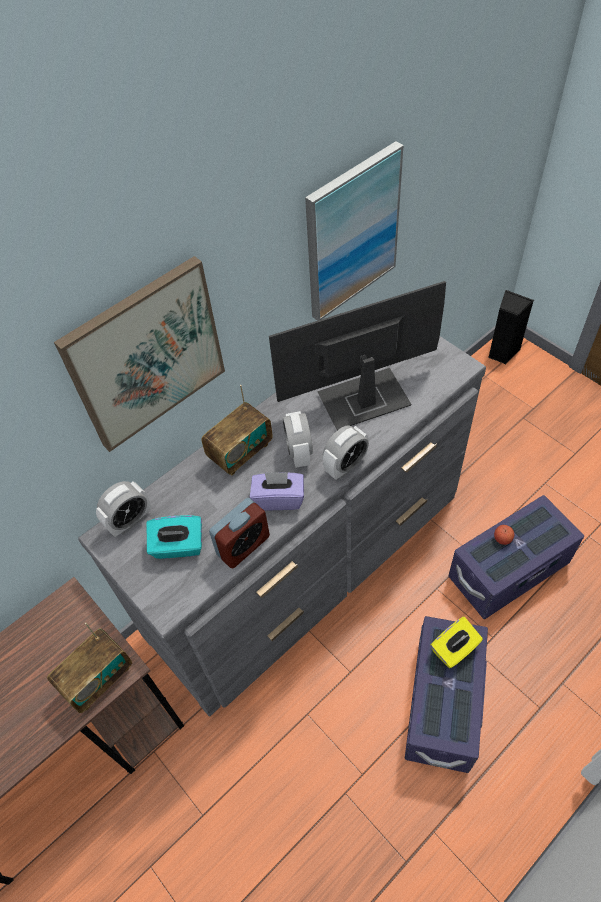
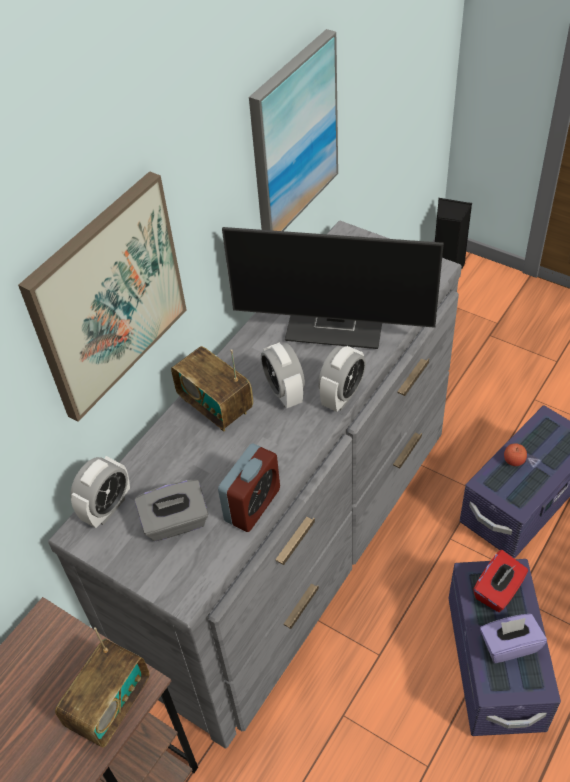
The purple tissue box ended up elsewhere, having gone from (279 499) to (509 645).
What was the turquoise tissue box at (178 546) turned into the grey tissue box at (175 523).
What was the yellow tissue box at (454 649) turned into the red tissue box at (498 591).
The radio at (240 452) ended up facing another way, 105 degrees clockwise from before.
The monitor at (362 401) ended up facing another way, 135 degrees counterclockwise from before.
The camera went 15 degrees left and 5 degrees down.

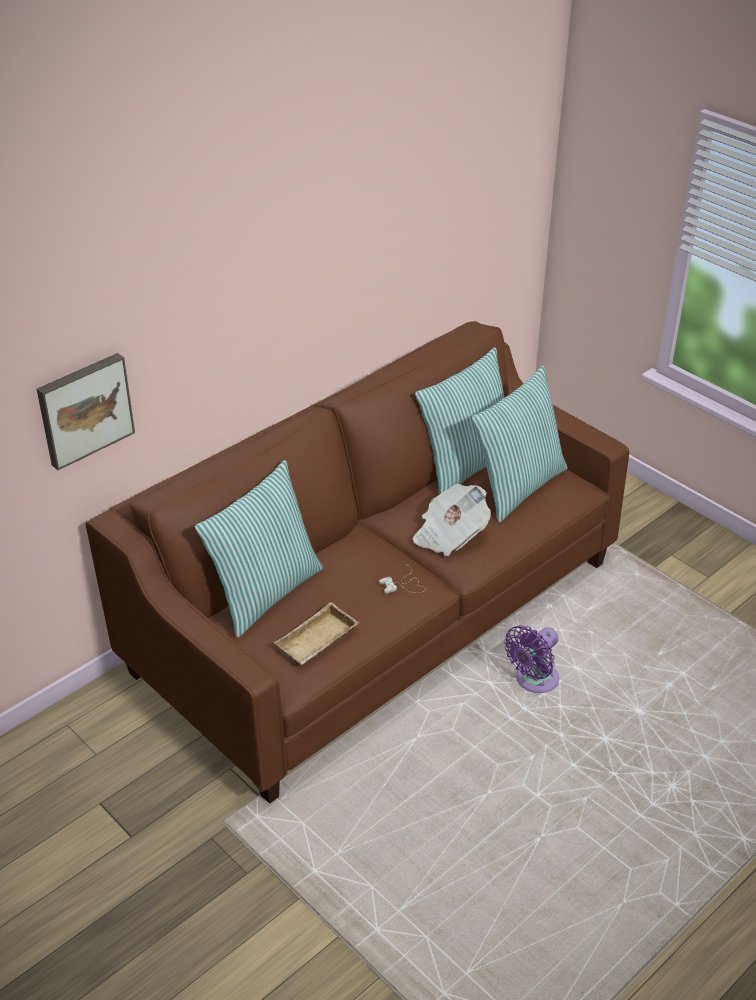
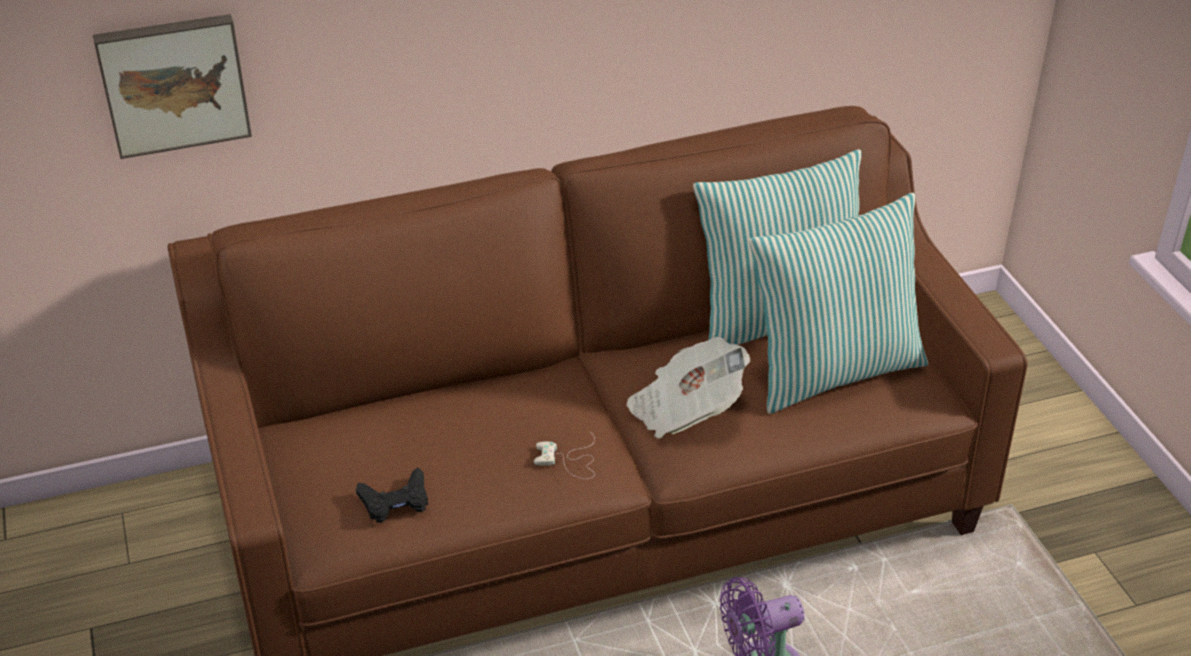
The second view lost the pillow at (265 592).
Where the beige tray stood at (317 642), the black game controller came to stand at (395 501).
The camera went 25 degrees right and 0 degrees up.

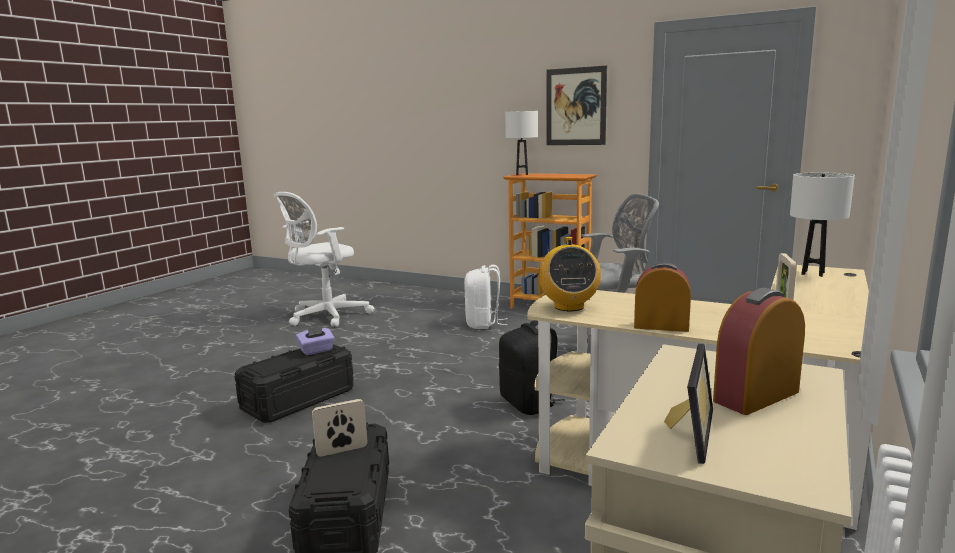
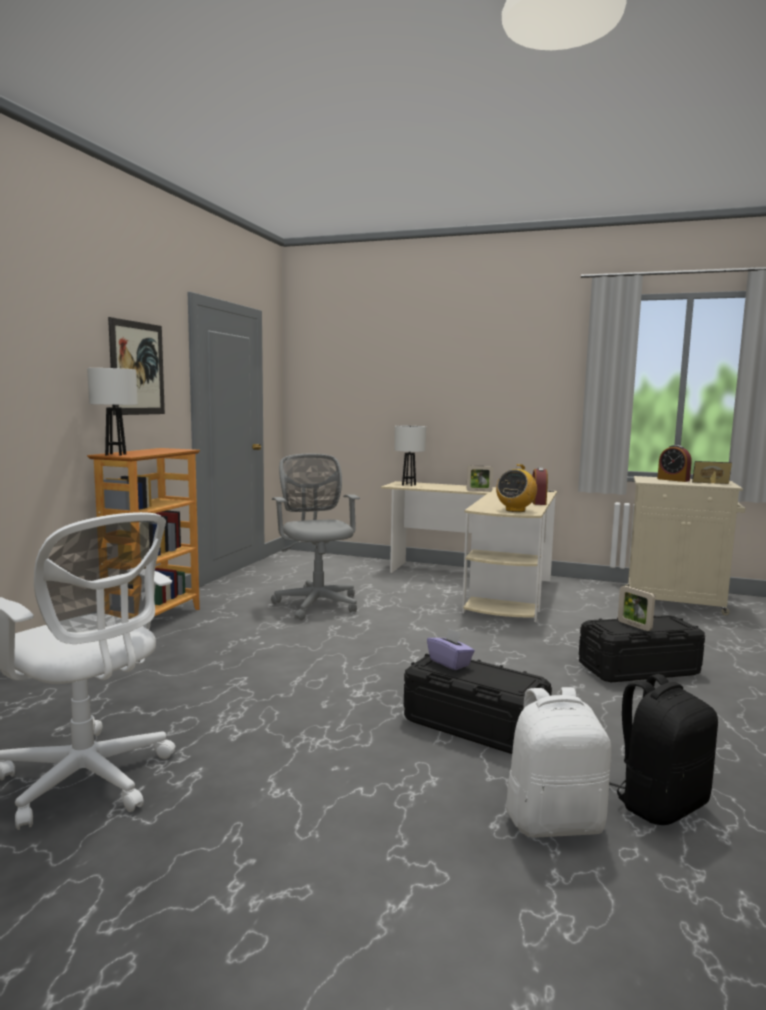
The white backpack ended up elsewhere, having gone from (483 324) to (554 821).
The black backpack ended up elsewhere, having gone from (529 404) to (659 803).
The radio at (568 306) ended up facing another way, 135 degrees clockwise from before.
The camera went 100 degrees left and 5 degrees down.

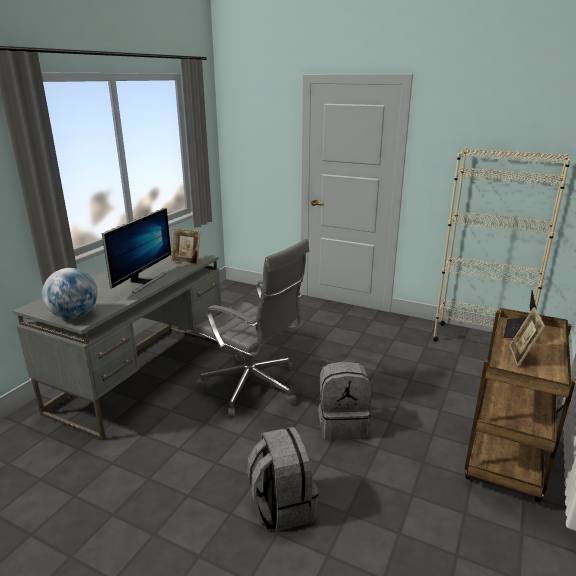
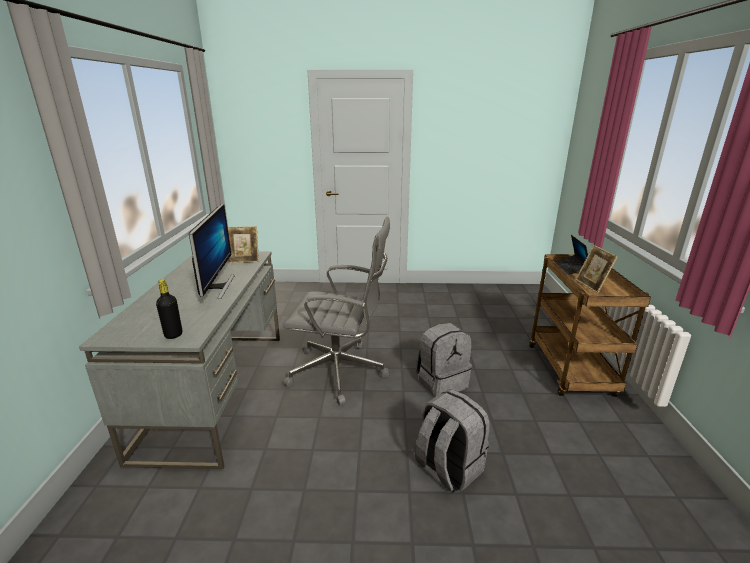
The second view lost the beige bookcase at (480 341).
Where the globe stood at (74 316), the black bottle came to stand at (173 335).
The camera went 25 degrees left and 0 degrees up.

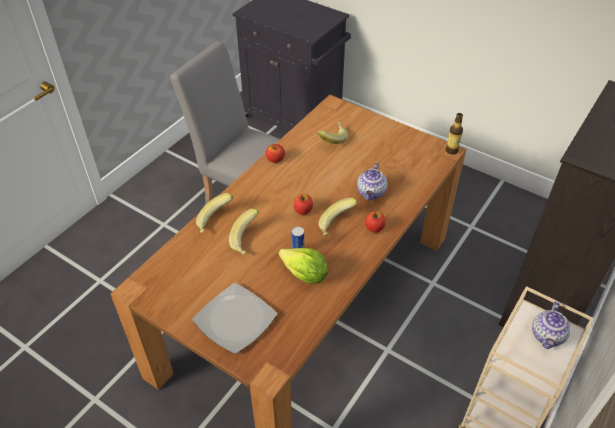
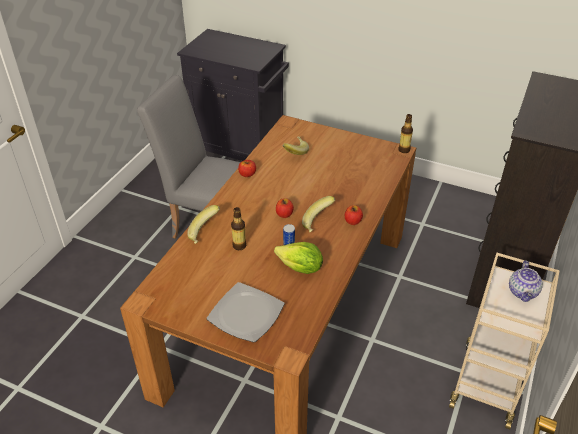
The second view lost the teapot at (371 193).
Where the banana stood at (247 240), the bottle came to stand at (239 246).
The camera went 10 degrees left and 5 degrees down.

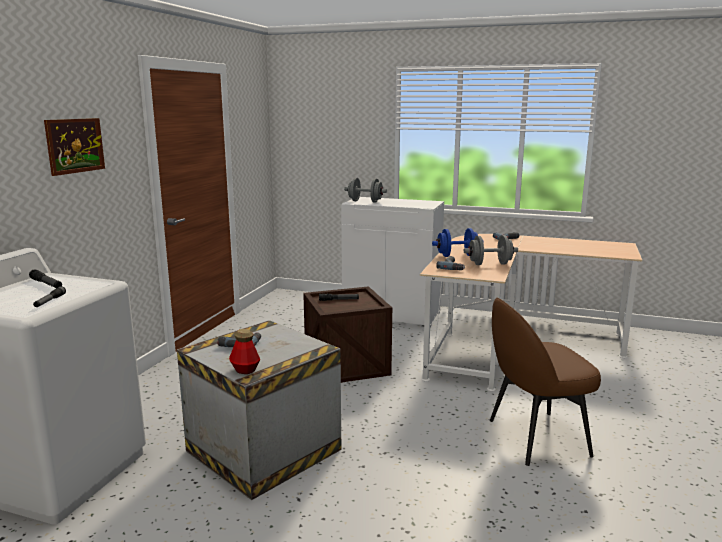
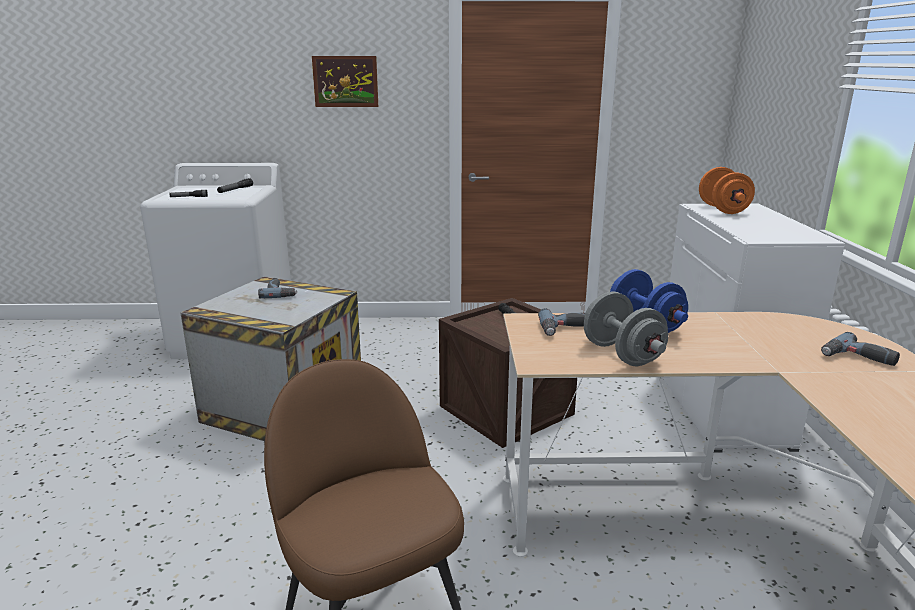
The second view lost the bottle at (245 370).
What was the grey dumbbell at (365 201) turned into the orange dumbbell at (723 209).
The camera went 70 degrees right and 5 degrees up.

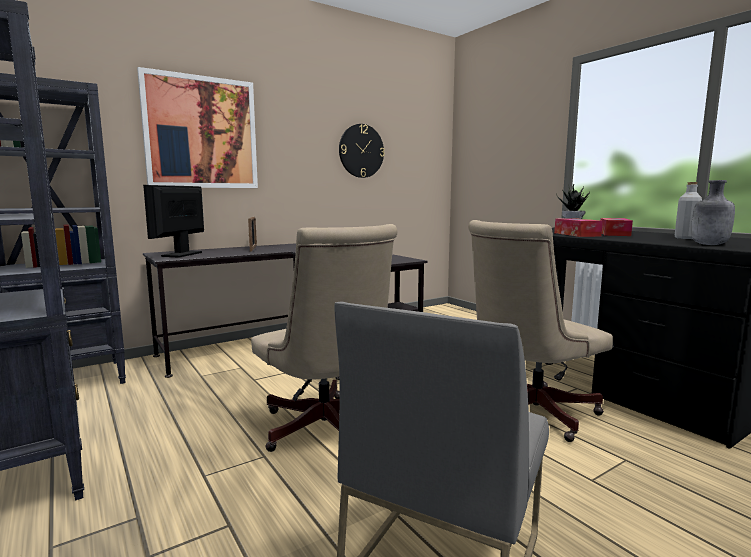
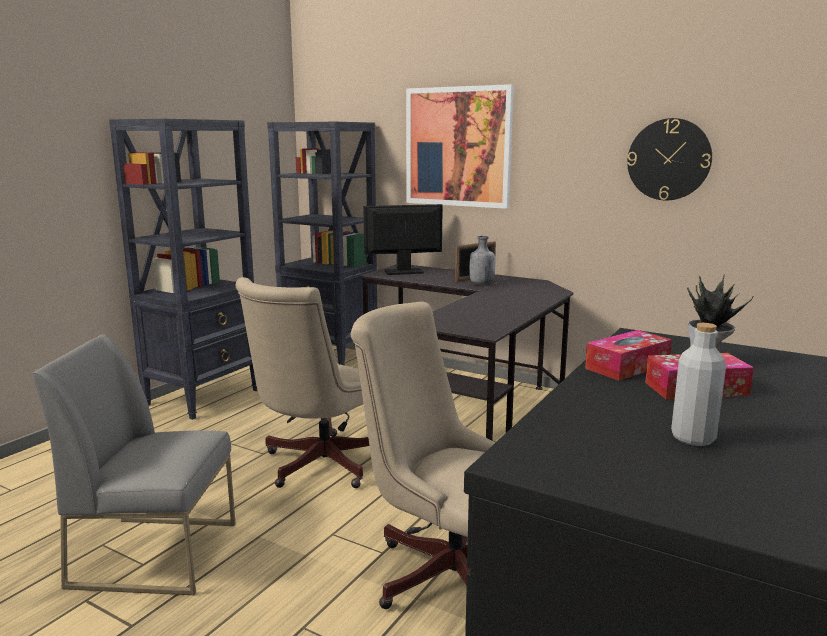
The grey bottle ended up elsewhere, having gone from (708 244) to (481 284).
The camera went 65 degrees right and 5 degrees up.

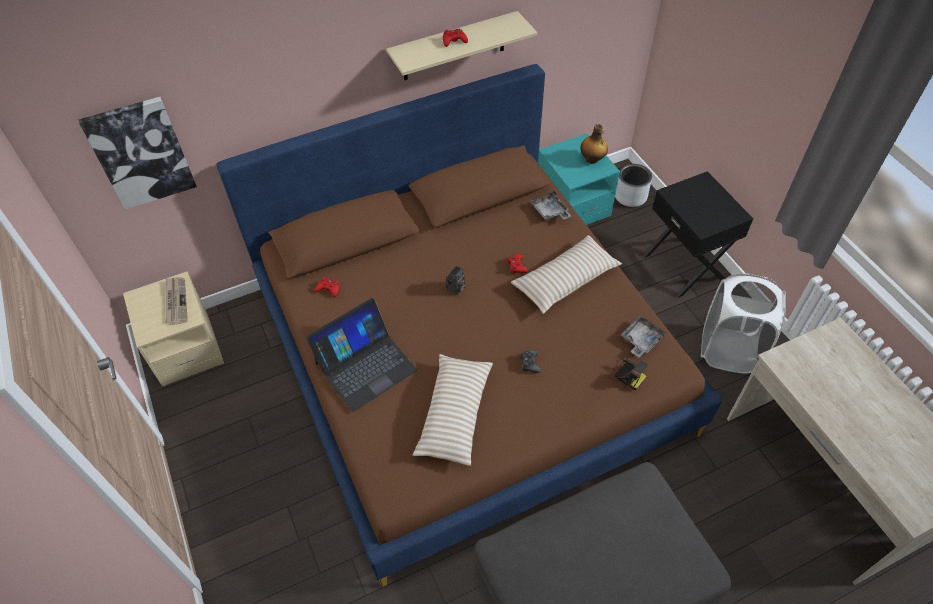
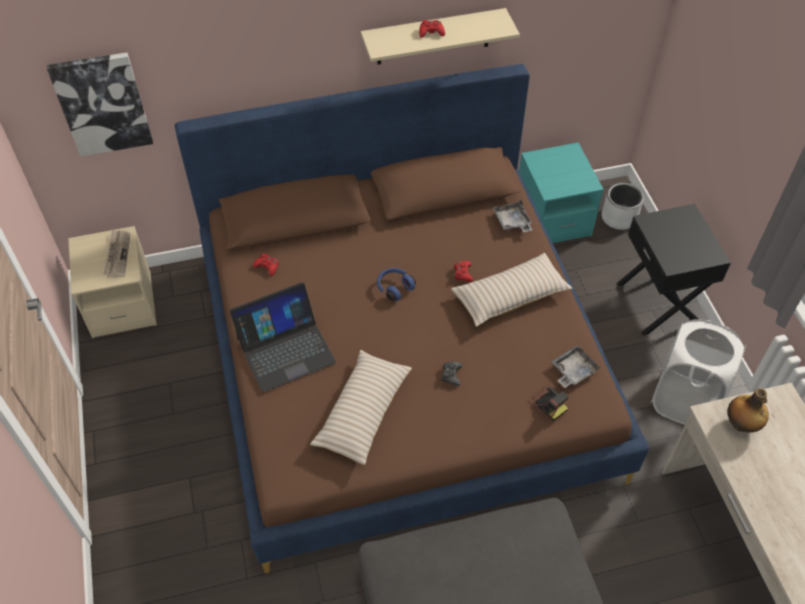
The bottle ended up elsewhere, having gone from (592 160) to (741 424).
Where the photo camera stood at (456 289), the blue headphones came to stand at (394 287).
The camera went 10 degrees right and 0 degrees up.

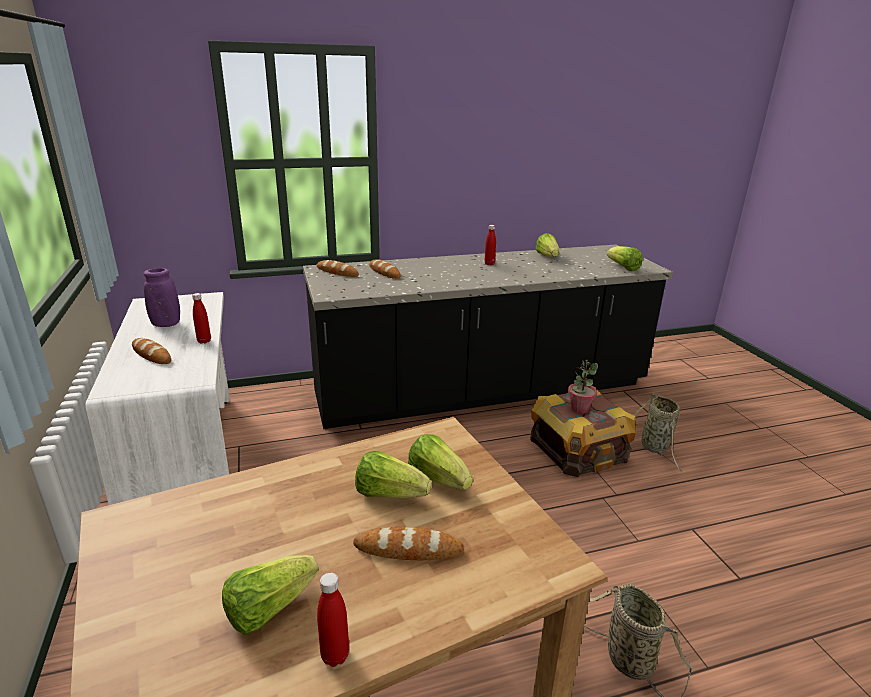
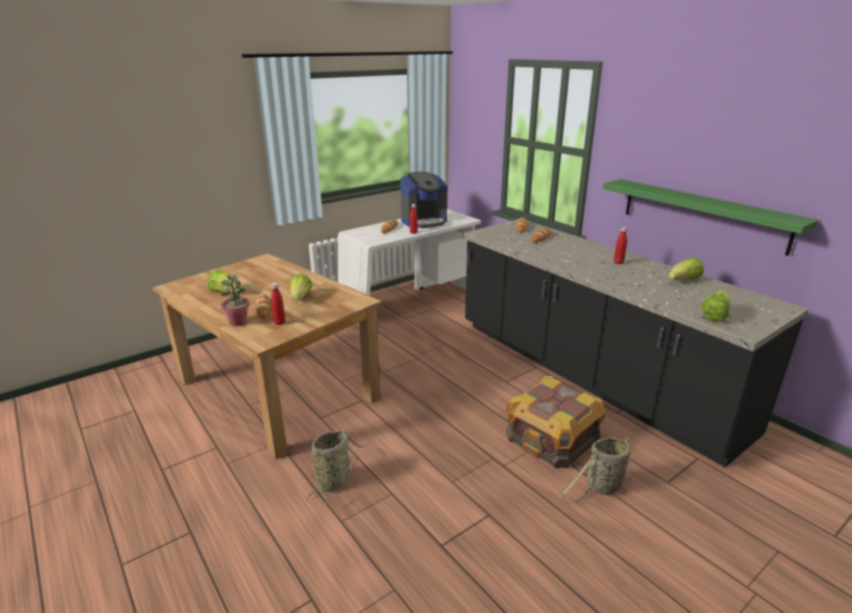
The second view lost the lettuce at (438 479).
The second view gained the green shelf at (702 214).
The red bottle ended up elsewhere, having gone from (335 656) to (279 323).
The potted plant ended up elsewhere, having gone from (579 409) to (238 322).
Where the purple vase stood at (166 324), the coffee machine came to stand at (424 221).
The camera went 70 degrees right and 0 degrees up.

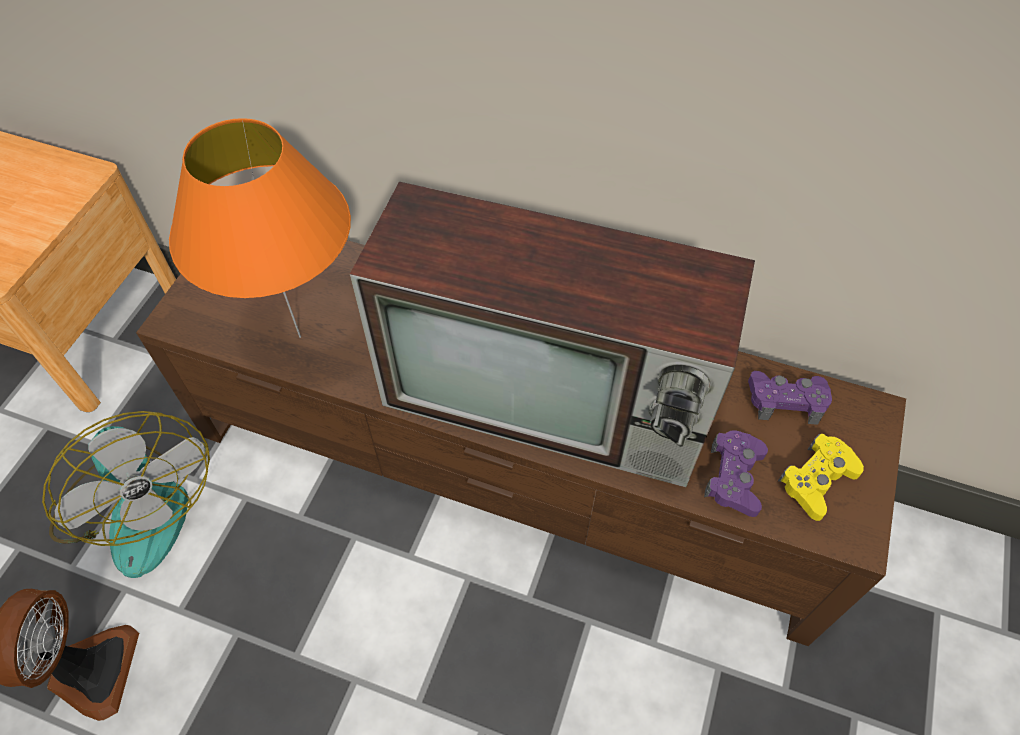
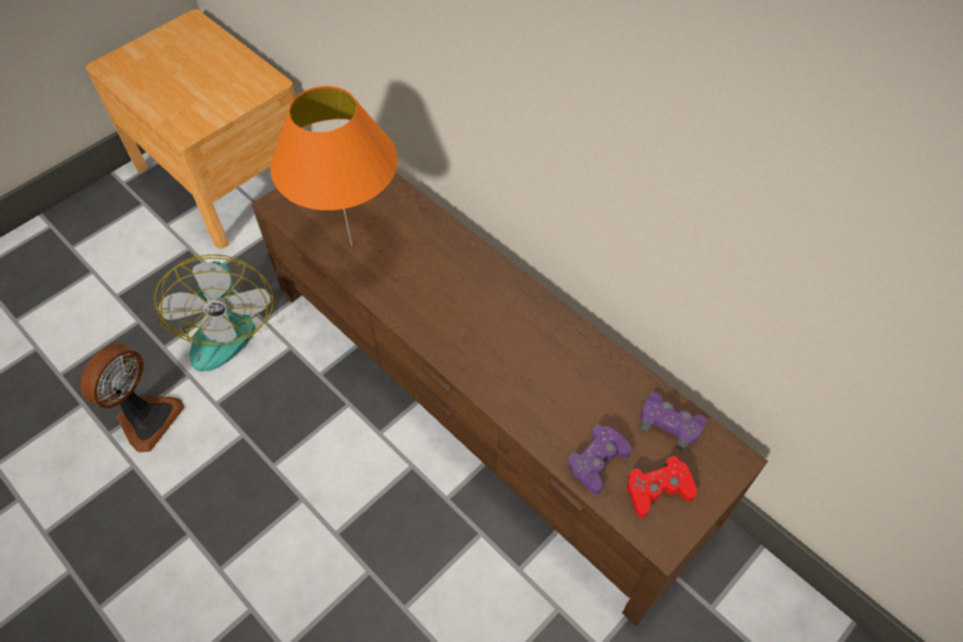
The second view lost the television at (551 399).
What was the yellow game controller at (817 480) turned into the red game controller at (658 489).
The camera went 25 degrees right and 0 degrees up.

